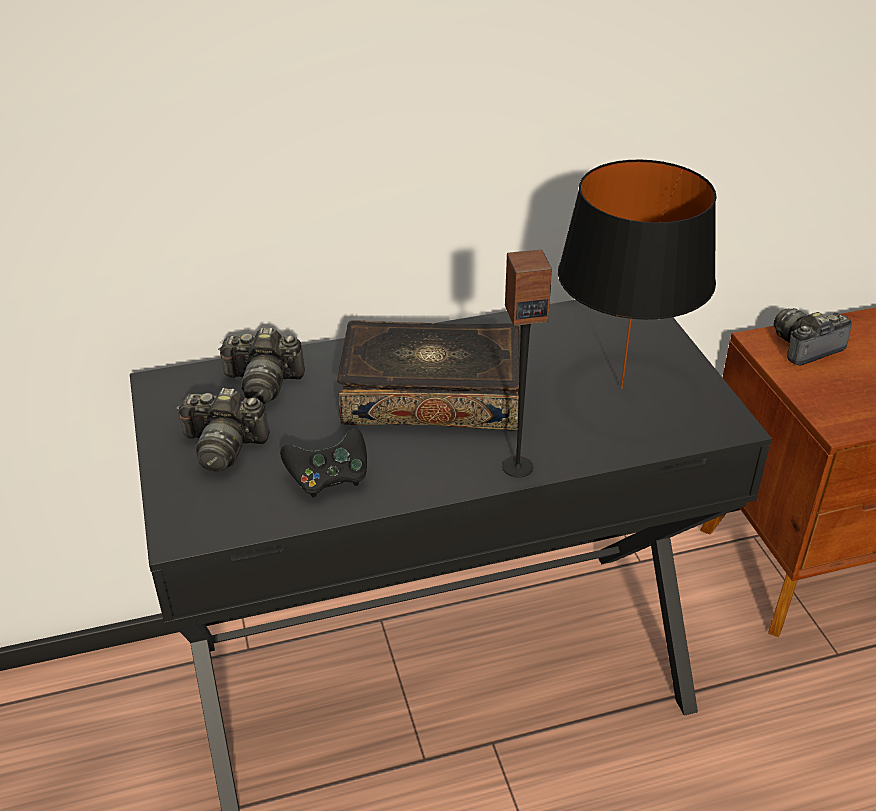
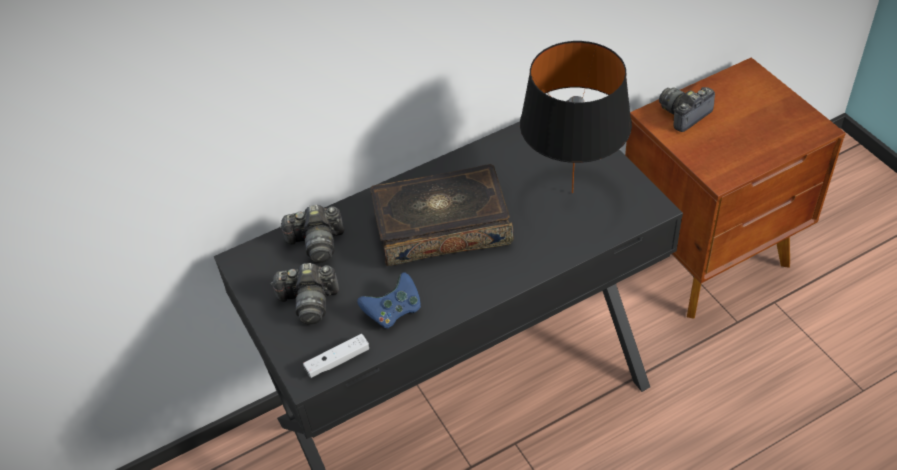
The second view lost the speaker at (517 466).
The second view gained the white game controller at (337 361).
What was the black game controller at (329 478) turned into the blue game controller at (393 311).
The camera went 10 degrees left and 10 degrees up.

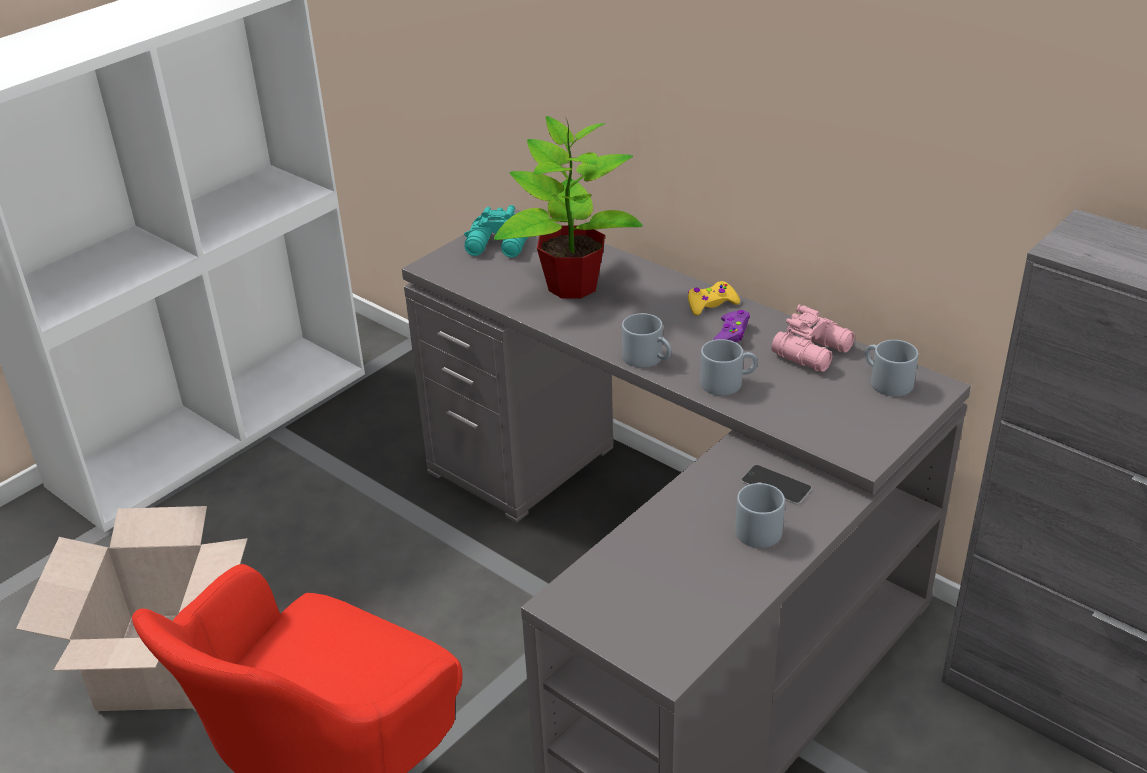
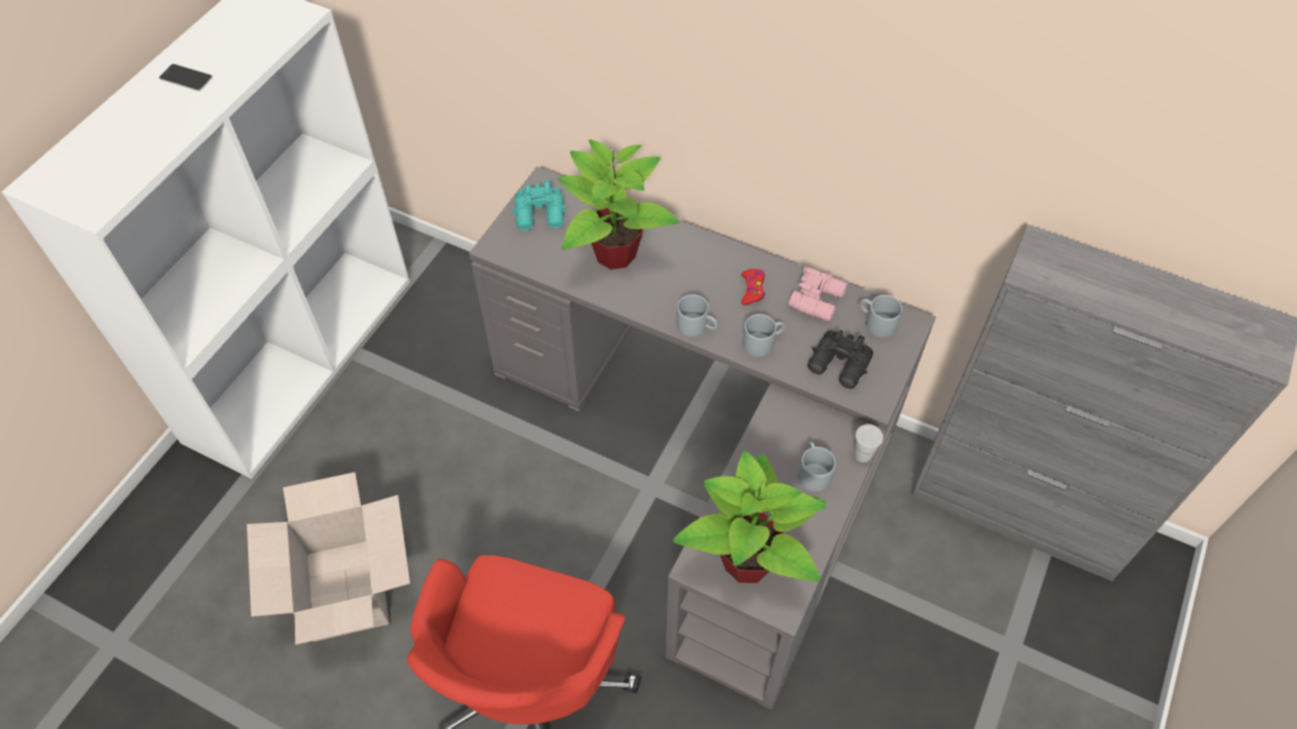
The second view lost the yellow game controller at (711 304).
The second view gained the potted plant at (749 561).
The second view gained the black binoculars at (839 366).
The second view gained the white cup at (863 455).
The phone ended up elsewhere, having gone from (776 485) to (186 78).
What was the purple game controller at (731 334) turned into the red game controller at (752 289).
The camera went 15 degrees left and 20 degrees up.

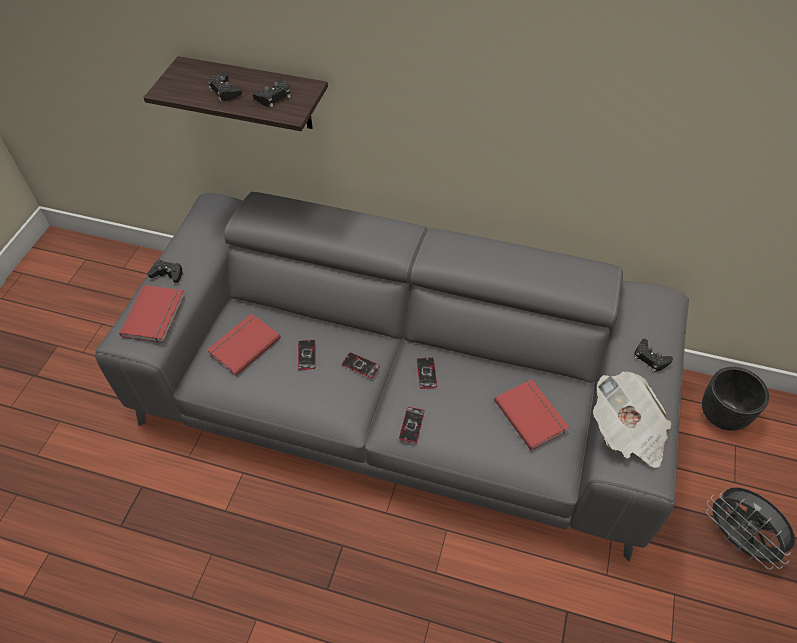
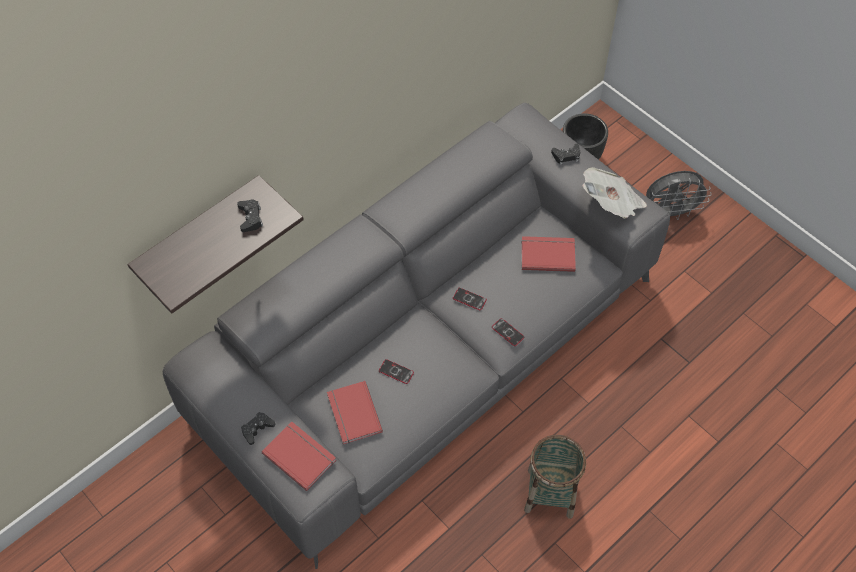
The second view lost the black game controller at (225 91).
The second view lost the phone at (360 365).
The second view gained the basket at (550 493).
The camera went 60 degrees left and 5 degrees up.

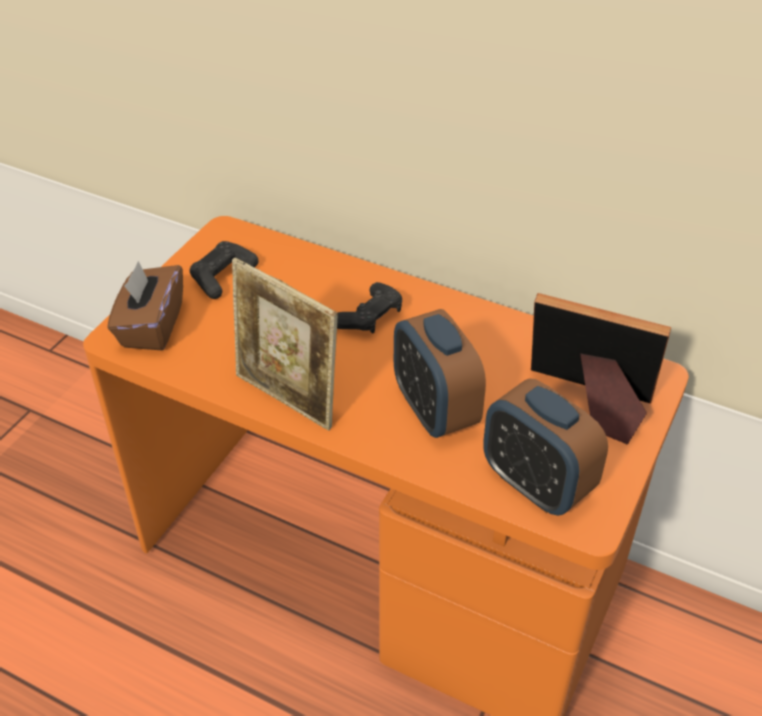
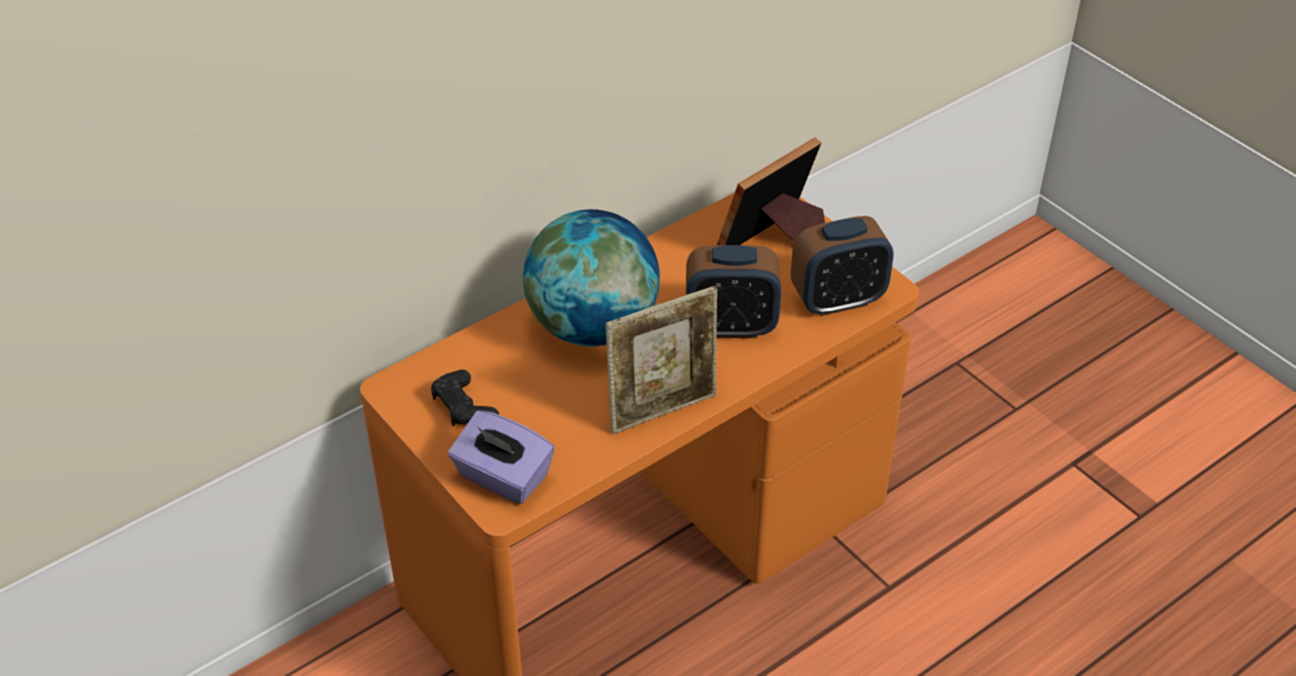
Where the black game controller stood at (369 317), the globe came to stand at (593 327).
What was the brown tissue box at (151 326) turned into the purple tissue box at (503 478).
The camera went 65 degrees left and 0 degrees up.

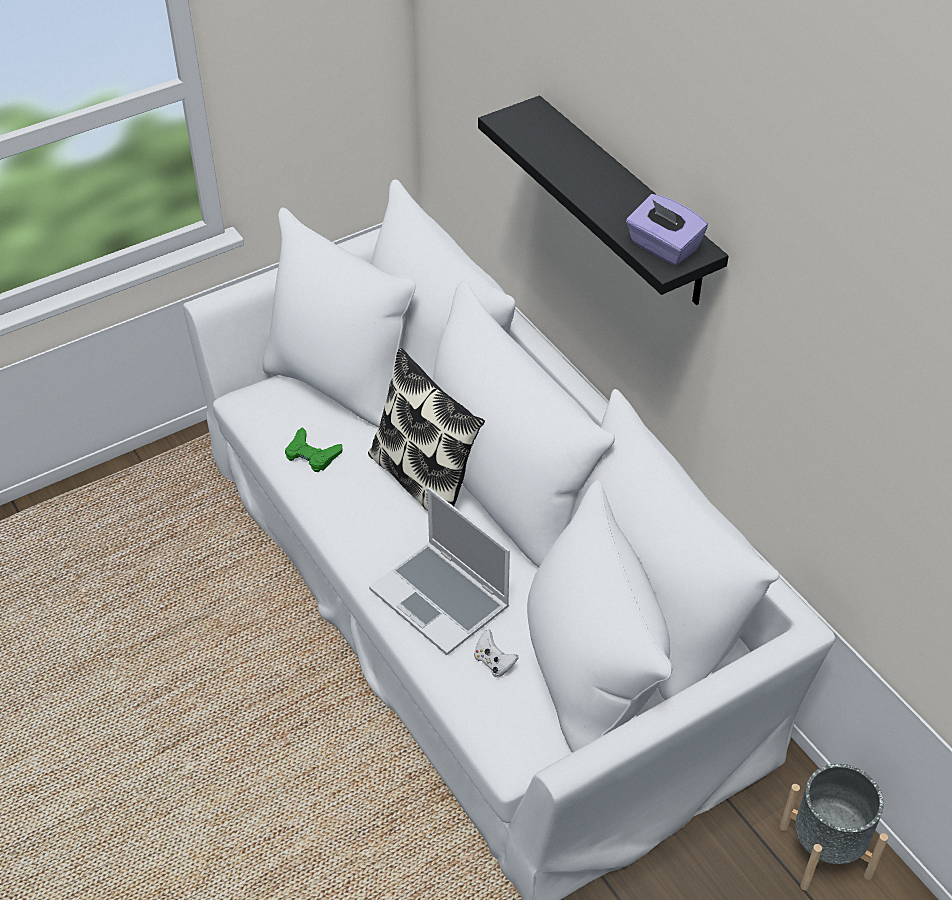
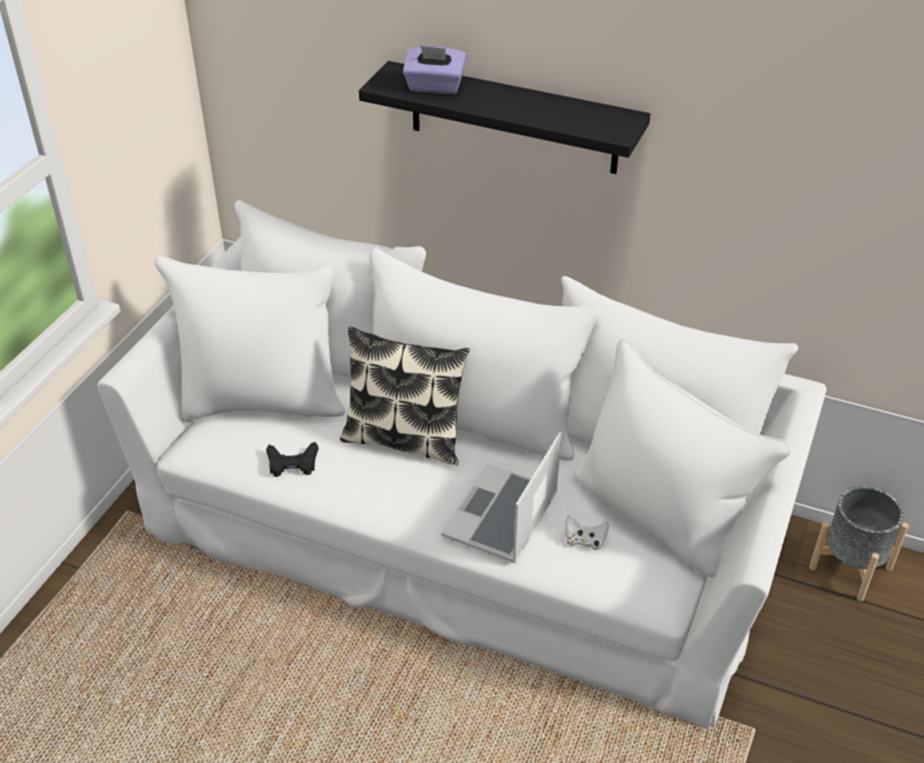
The purple tissue box ended up elsewhere, having gone from (663 247) to (434 87).
What was the green game controller at (312 455) turned into the black game controller at (292 463).
The laptop at (442 599) ended up facing another way, 105 degrees clockwise from before.
The camera went 35 degrees left and 5 degrees down.

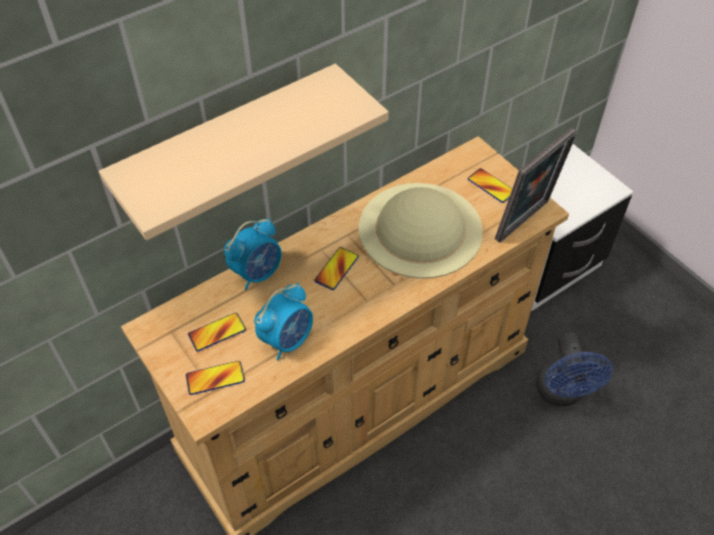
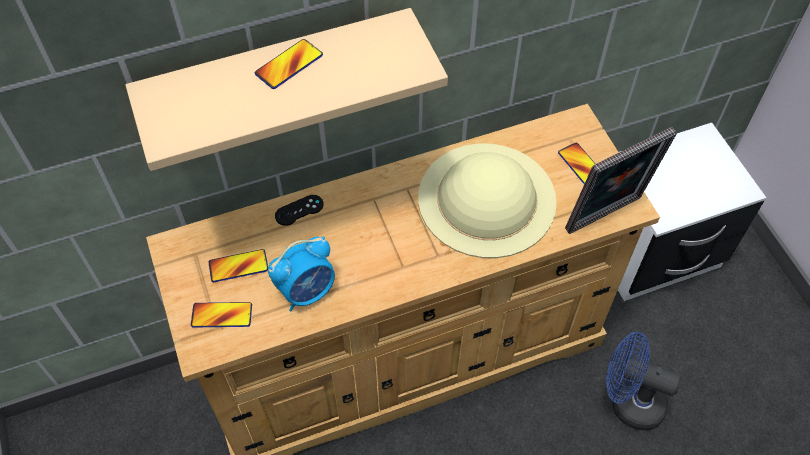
The phone ended up elsewhere, having gone from (336 269) to (289 65).
Where the alarm clock stood at (257 273), the black game controller came to stand at (299 210).
The blue fan at (562 394) ended up facing another way, 105 degrees clockwise from before.
The camera went 15 degrees right and 5 degrees up.

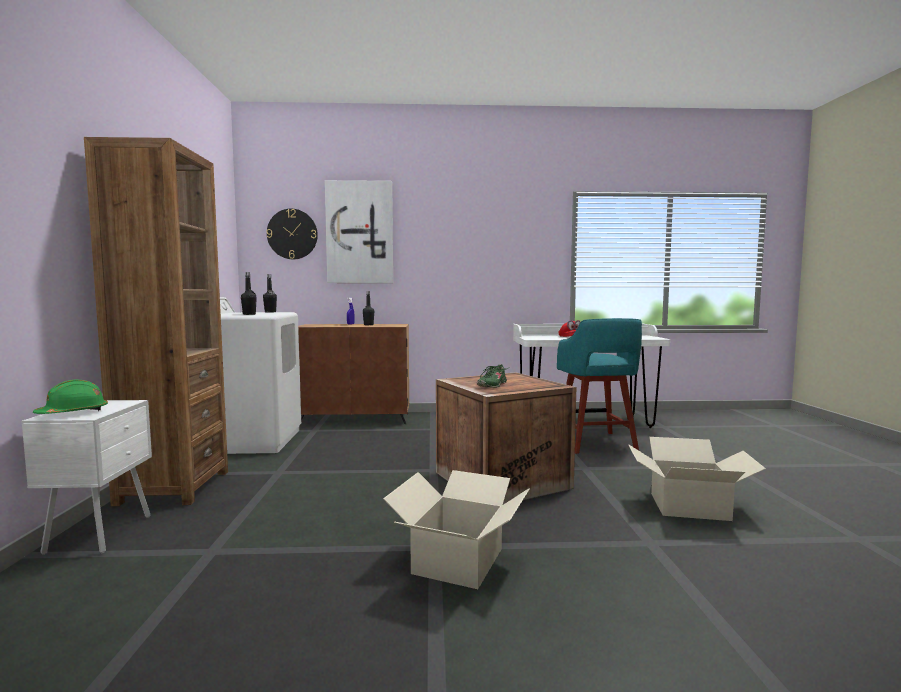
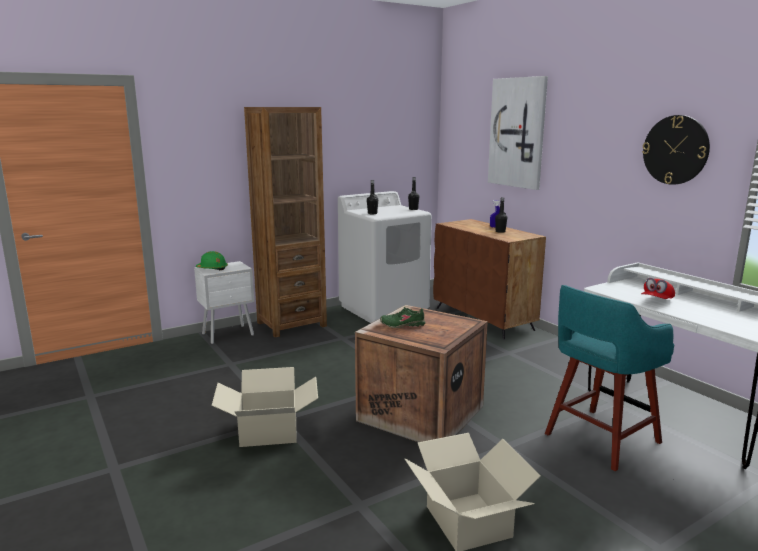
The wall clock ended up elsewhere, having gone from (292 234) to (675 150).
The camera went 60 degrees right and 10 degrees up.

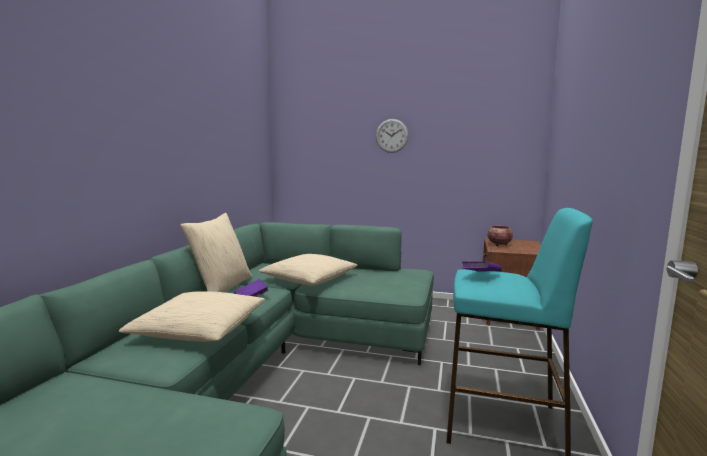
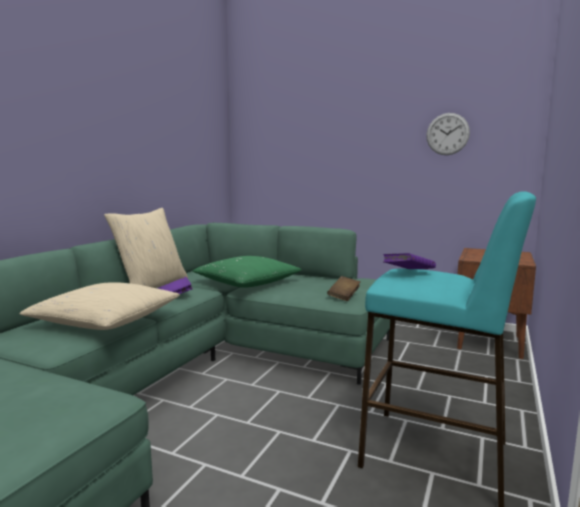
The second view lost the bowl at (500 245).
The second view gained the brown book at (344 296).
The wall clock ended up elsewhere, having gone from (392 136) to (447 134).
What was the beige pillow at (309 279) turned into the green pillow at (247 283).
The camera went 10 degrees right and 0 degrees up.

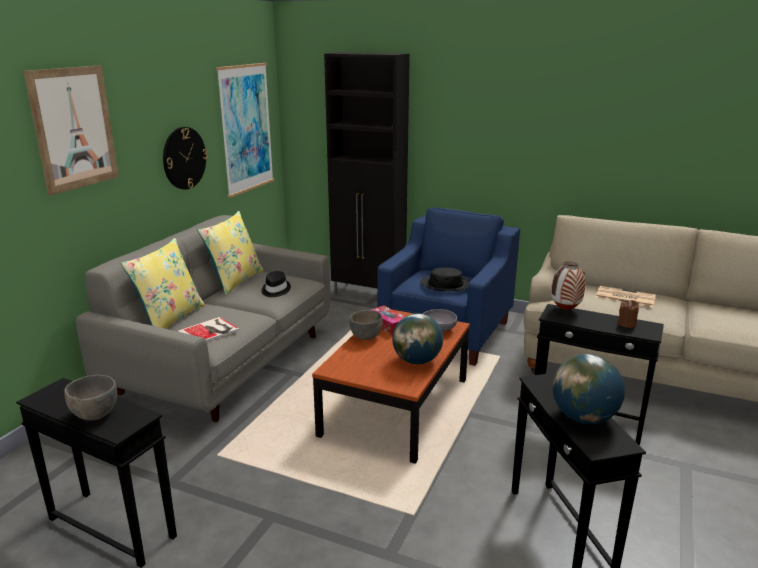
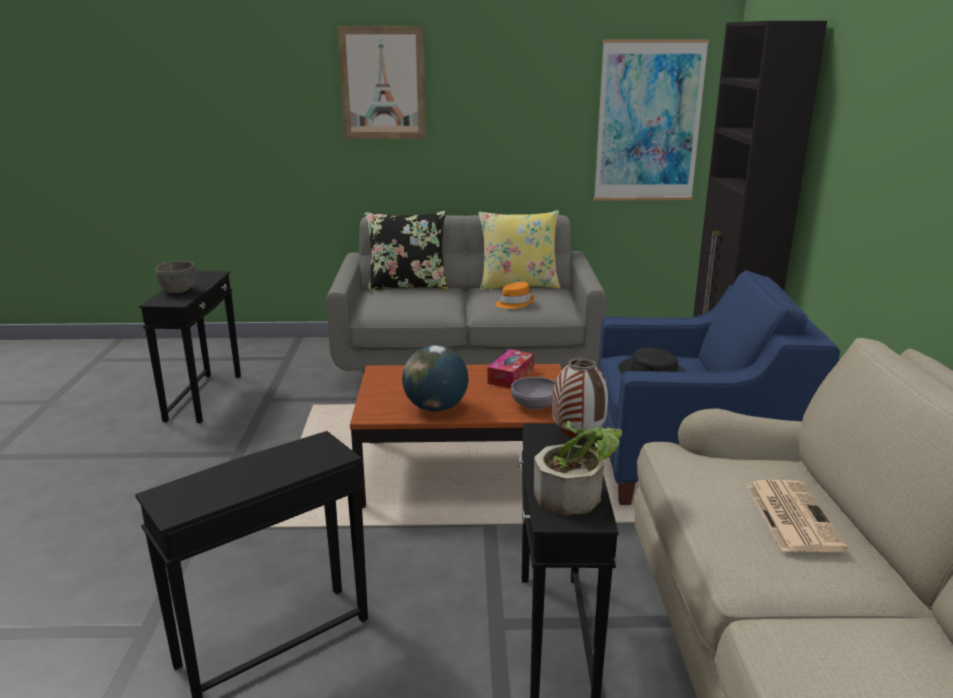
The second view lost the wall clock at (184 158).
The second view lost the book at (210 331).
The second view lost the grey bowl at (366 337).
The second view lost the globe at (584 417).
Where the brown candle stood at (627 324), the potted plant came to stand at (576 494).
What was the yellow pillow at (170 318) turned into the black pillow at (407 286).
What was the black hat at (275 290) turned into the orange hat at (514 303).
The camera went 65 degrees right and 0 degrees up.

